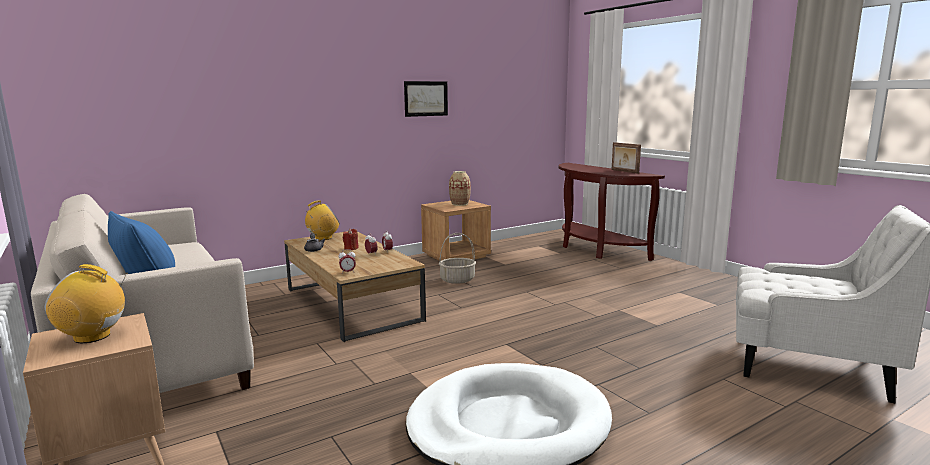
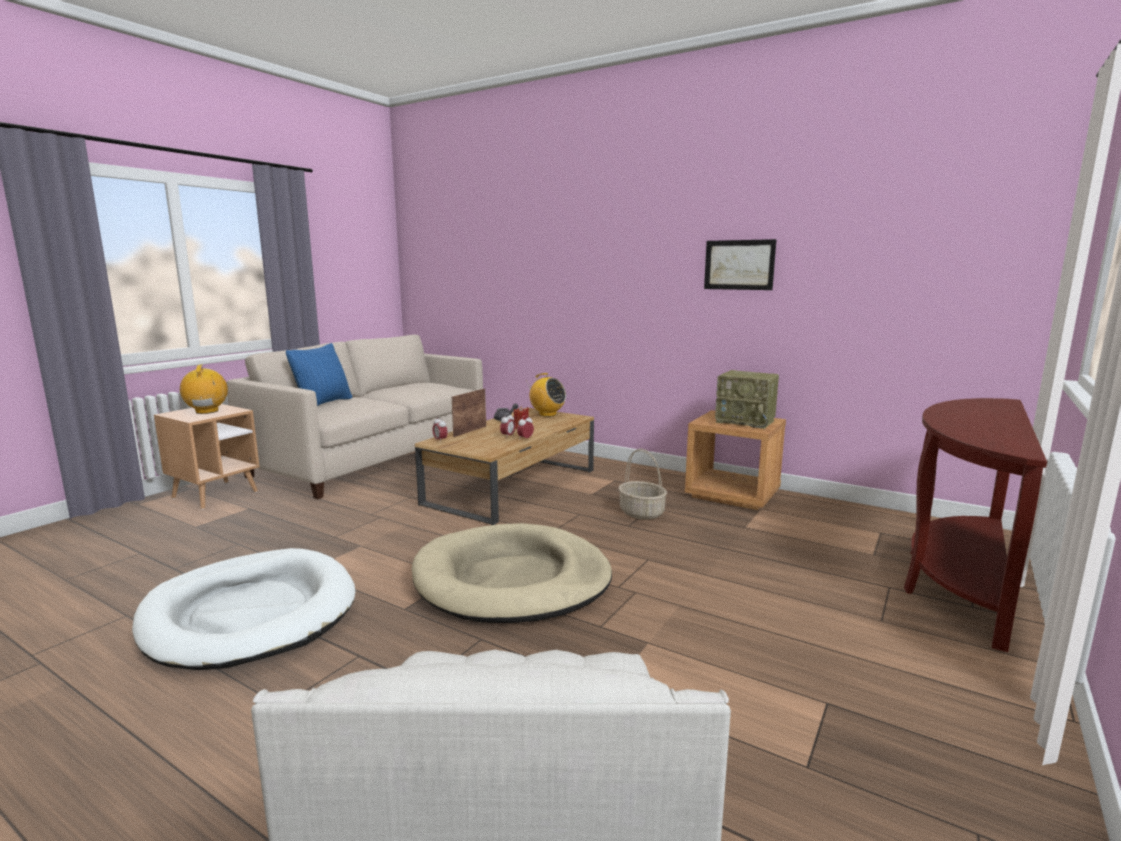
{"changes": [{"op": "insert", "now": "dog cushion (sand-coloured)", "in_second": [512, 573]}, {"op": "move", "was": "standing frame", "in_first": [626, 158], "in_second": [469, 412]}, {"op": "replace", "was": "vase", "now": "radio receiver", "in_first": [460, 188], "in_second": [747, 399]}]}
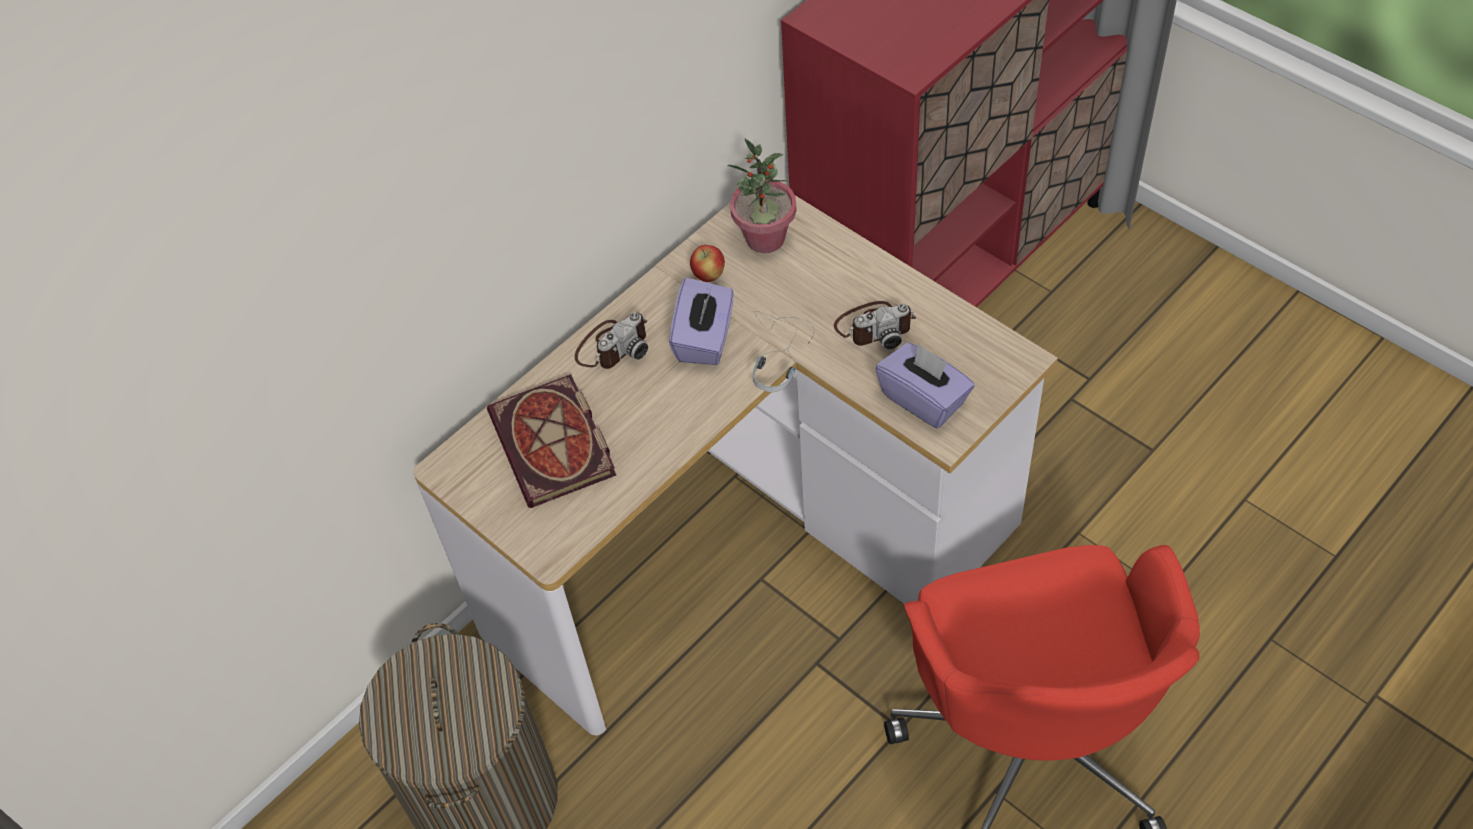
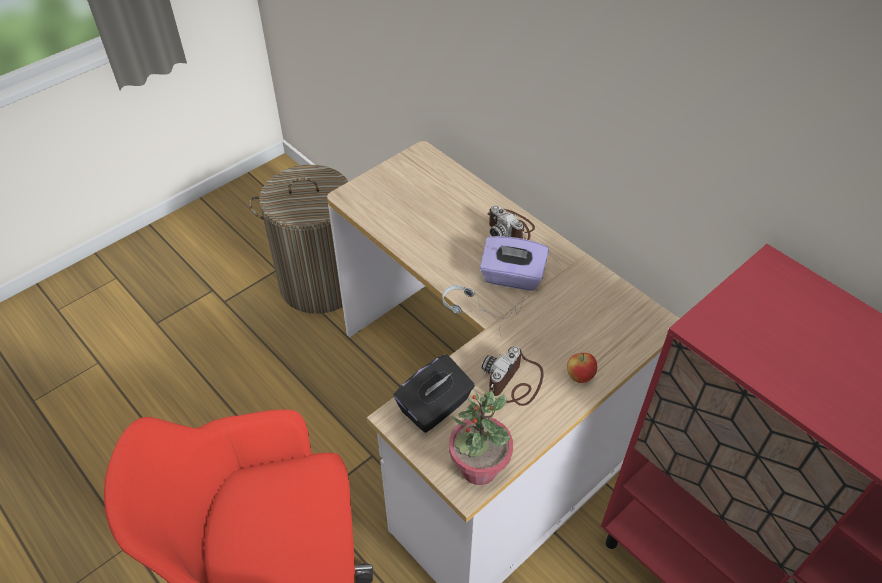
{"changes": [{"op": "delete", "was": "volume", "in_first": [551, 441]}, {"op": "move", "was": "whole apple", "in_first": [707, 263], "in_second": [582, 368]}, {"op": "move", "was": "potted plant", "in_first": [762, 195], "in_second": [481, 438]}, {"op": "recolor", "was": "box of tissues (purplish)", "now": "box of tissues (black)", "in_first": [925, 385], "in_second": [434, 393]}, {"op": "rotate", "was": "photo camera", "in_first": [875, 325], "in_second": [513, 376], "clockwise": 45}]}
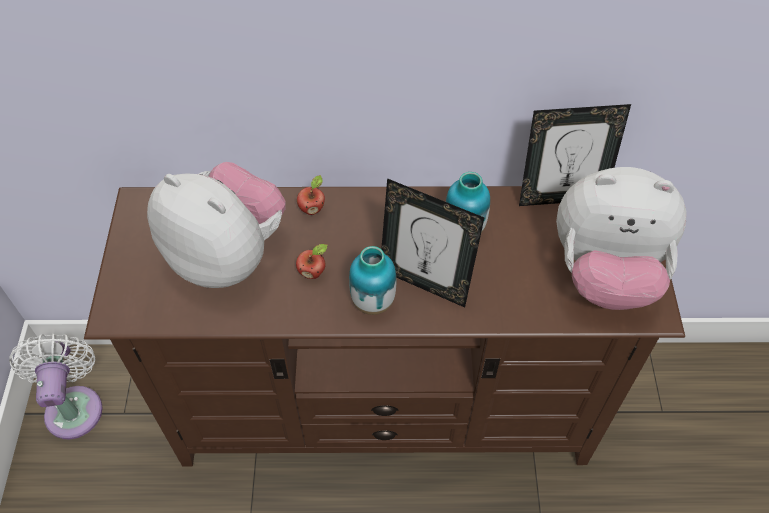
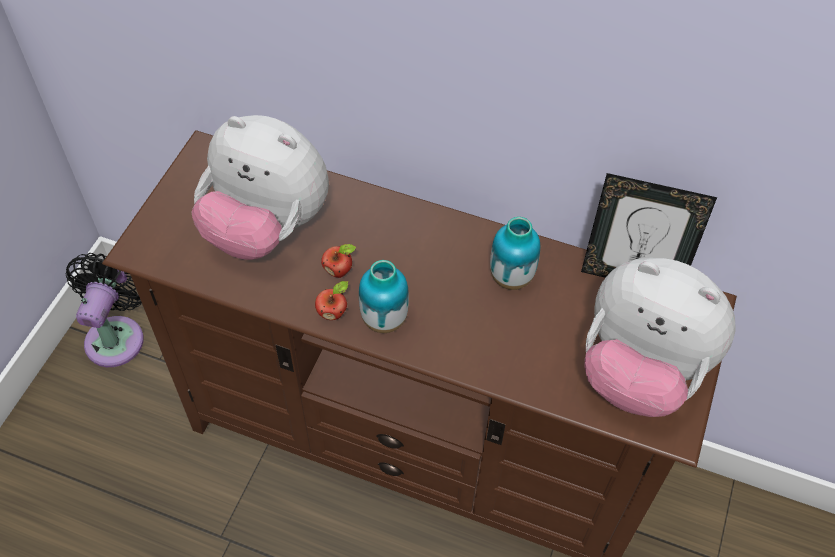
{"changes": [{"op": "delete", "was": "standing frame", "in_first": [432, 243]}, {"op": "move", "was": "whole apple", "in_first": [311, 195], "in_second": [331, 300]}, {"op": "recolor", "was": "fan (white-coloured)", "now": "fan (black)", "in_first": [56, 386], "in_second": [105, 310]}, {"op": "rotate", "was": "soft toy", "in_first": [216, 225], "in_second": [260, 187], "clockwise": 150}]}
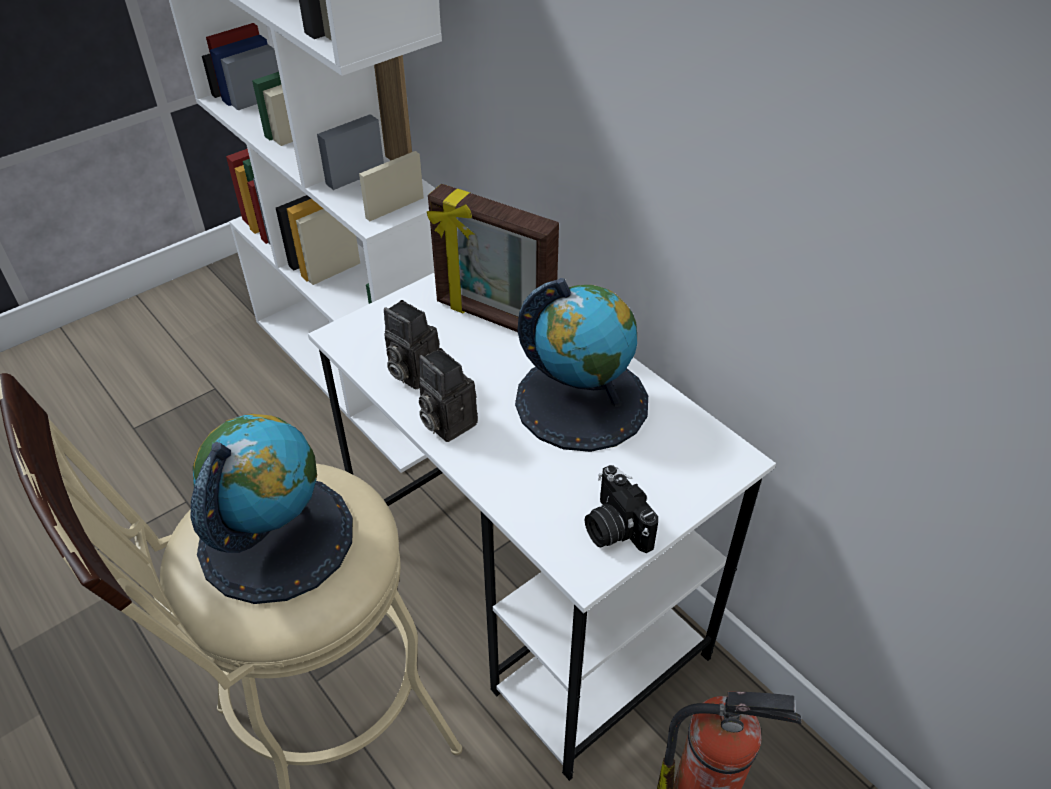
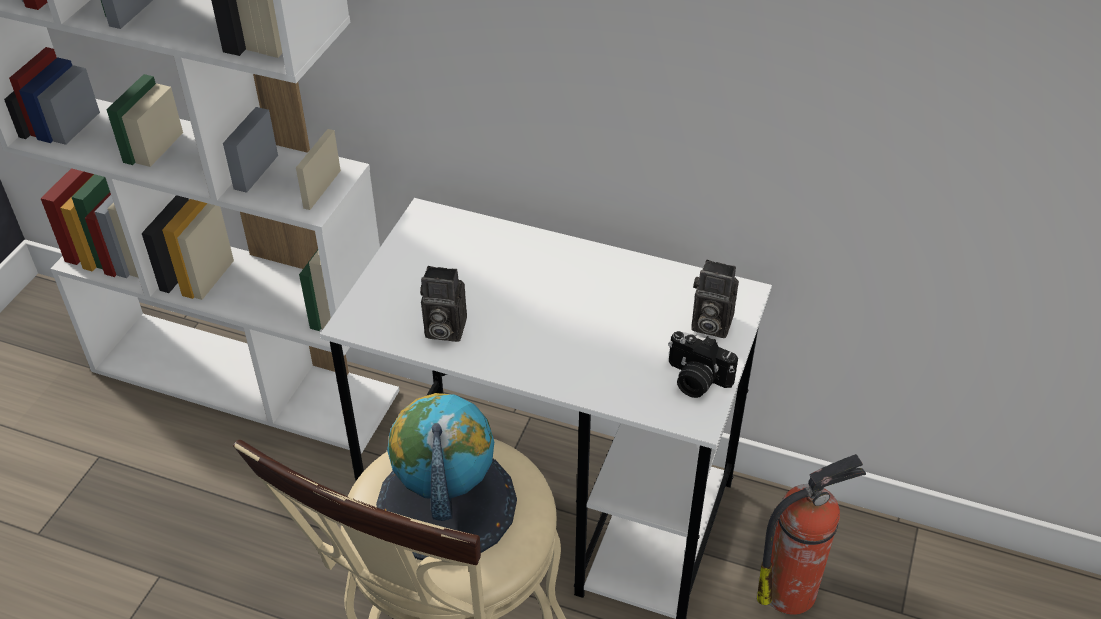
{"changes": [{"op": "delete", "was": "standing frame", "in_first": [493, 258]}, {"op": "delete", "was": "globe", "in_first": [581, 365]}, {"op": "move", "was": "photo camera", "in_first": [448, 395], "in_second": [715, 299]}]}
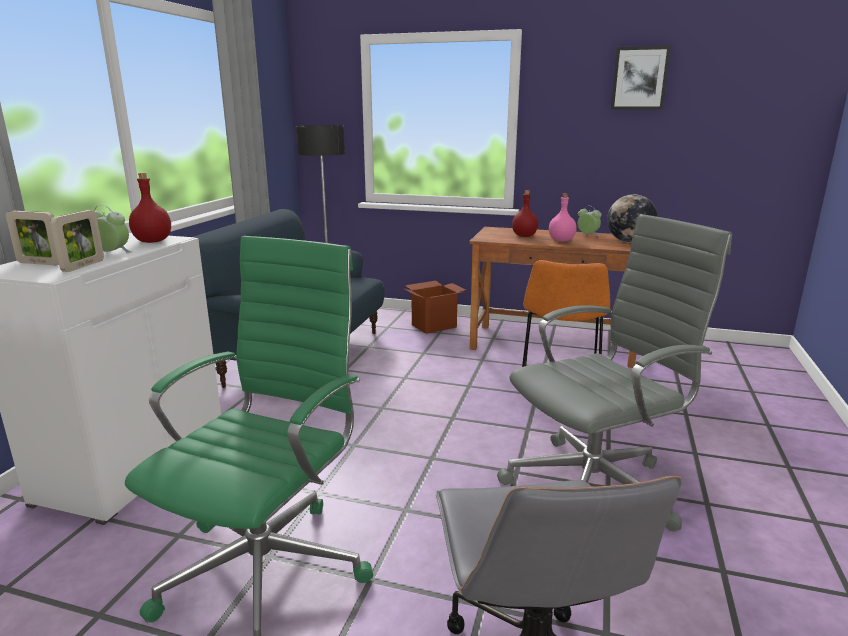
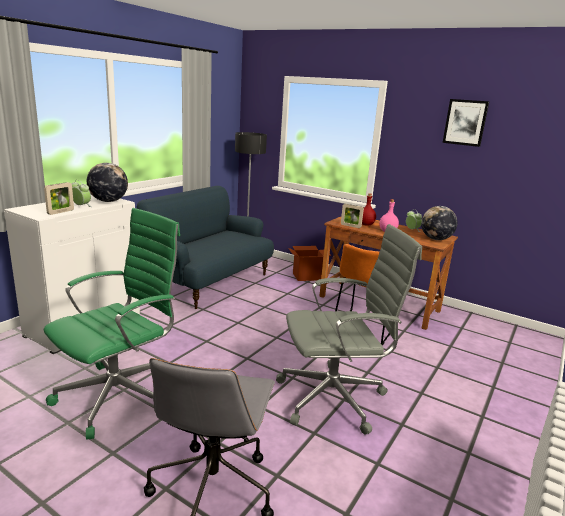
{"changes": [{"op": "move", "was": "standing frame", "in_first": [32, 238], "in_second": [352, 216]}, {"op": "replace", "was": "beverage bottle (red-coloured)", "now": "globe", "in_first": [150, 208], "in_second": [107, 182]}]}
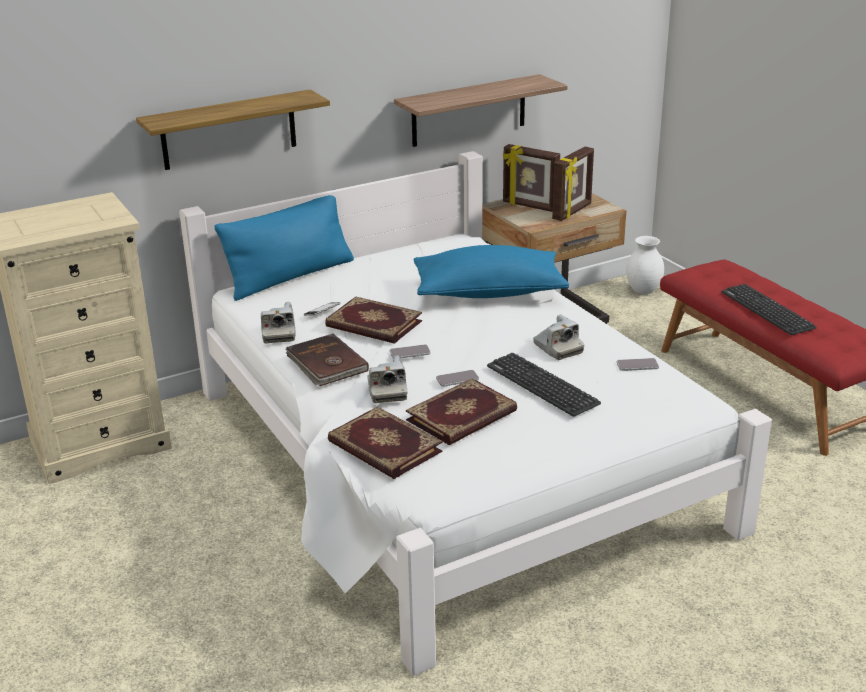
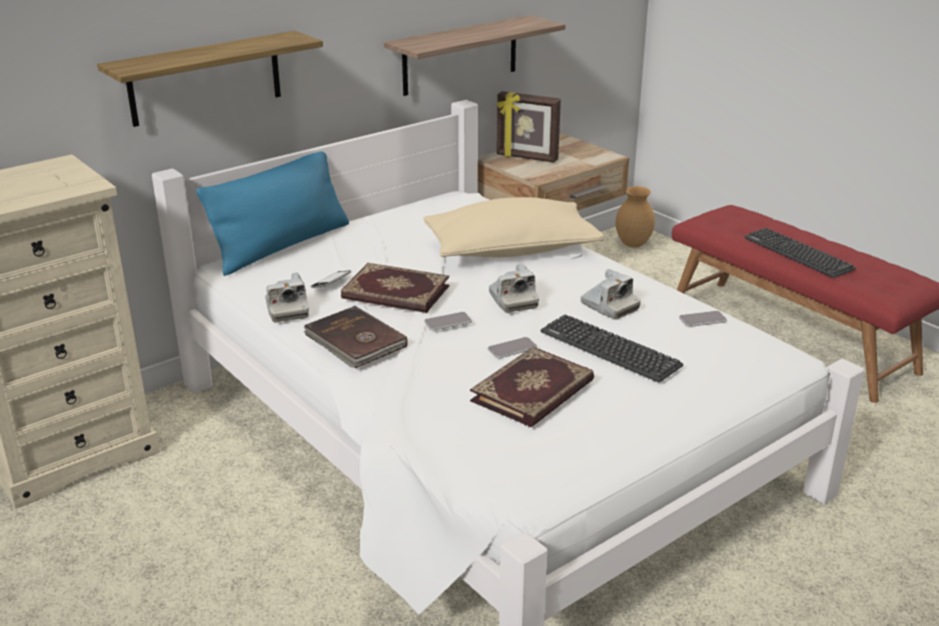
{"changes": [{"op": "delete", "was": "volume", "in_first": [385, 443]}, {"op": "delete", "was": "standing frame", "in_first": [573, 184]}, {"op": "move", "was": "photo camera", "in_first": [387, 379], "in_second": [514, 288]}, {"op": "recolor", "was": "throw pillow (blue-coloured)", "now": "throw pillow (sand-coloured)", "in_first": [491, 271], "in_second": [513, 227]}, {"op": "recolor", "was": "vase (white-coloured)", "now": "vase (brown-coloured)", "in_first": [645, 265], "in_second": [635, 216]}]}
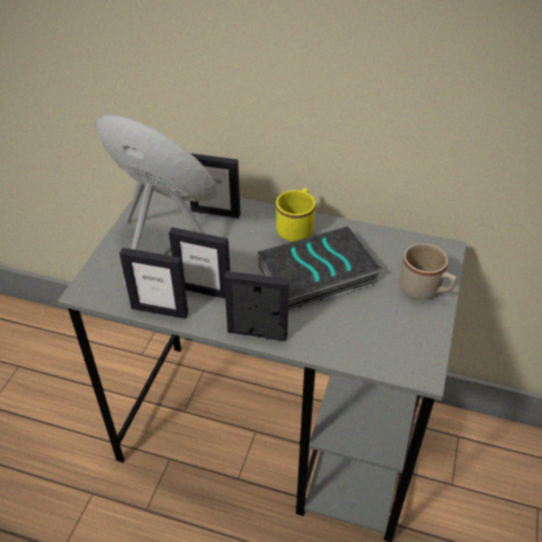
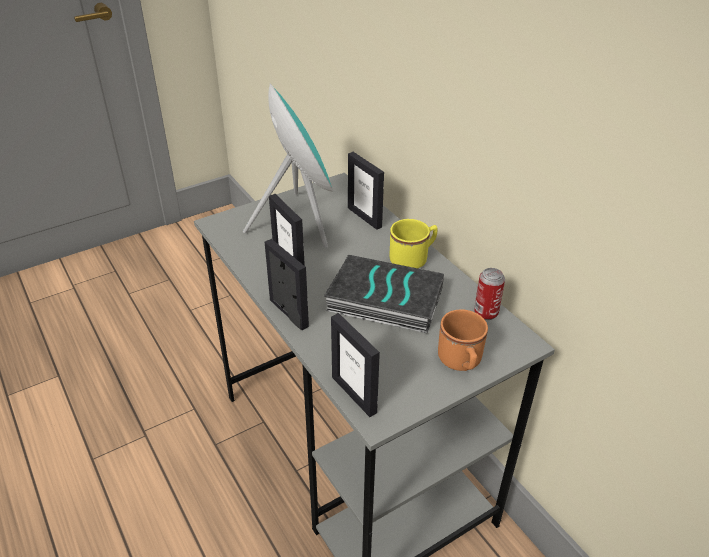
{"changes": [{"op": "insert", "now": "sealed can", "in_second": [489, 294]}, {"op": "move", "was": "standing frame", "in_first": [153, 283], "in_second": [355, 365]}, {"op": "recolor", "was": "tea mug (sand-coloured)", "now": "tea mug (orangey)", "in_first": [428, 271], "in_second": [463, 340]}]}
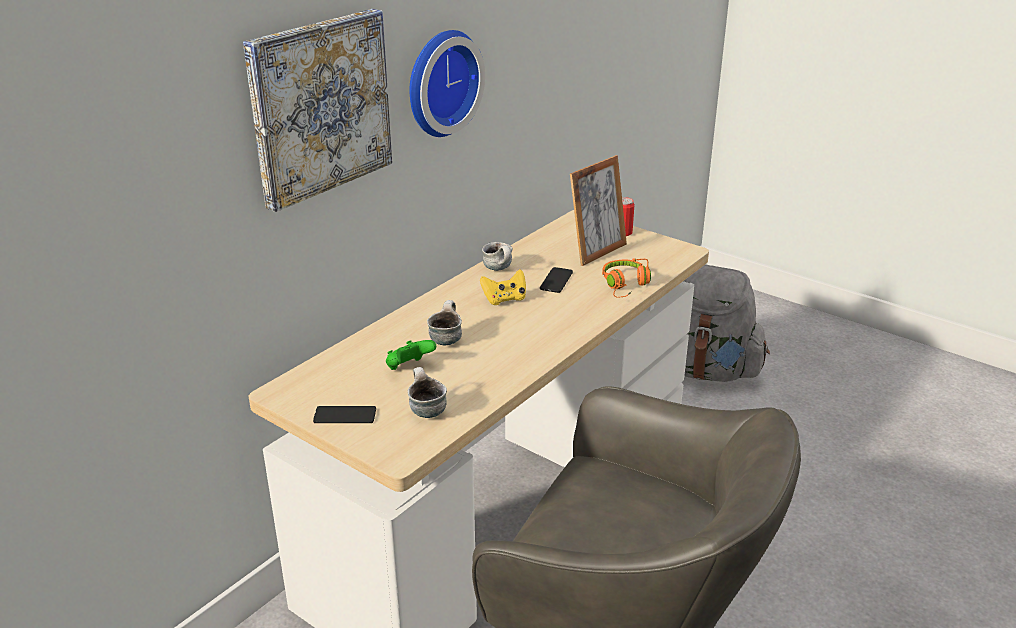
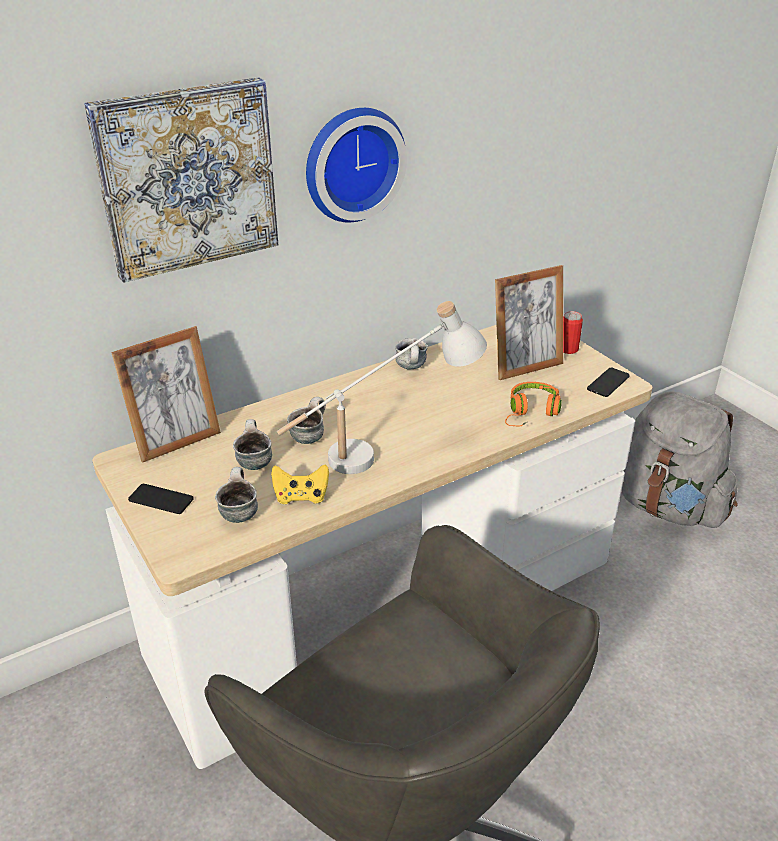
{"changes": [{"op": "insert", "now": "standing frame", "in_second": [166, 394]}, {"op": "insert", "now": "table lamp (white-coloured)", "in_second": [381, 387]}, {"op": "move", "was": "joypad (yellow-coloured)", "in_first": [503, 287], "in_second": [300, 484]}, {"op": "move", "was": "telephone", "in_first": [556, 280], "in_second": [608, 382]}, {"op": "replace", "was": "joypad (green)", "now": "tea mug", "in_first": [411, 355], "in_second": [252, 444]}]}
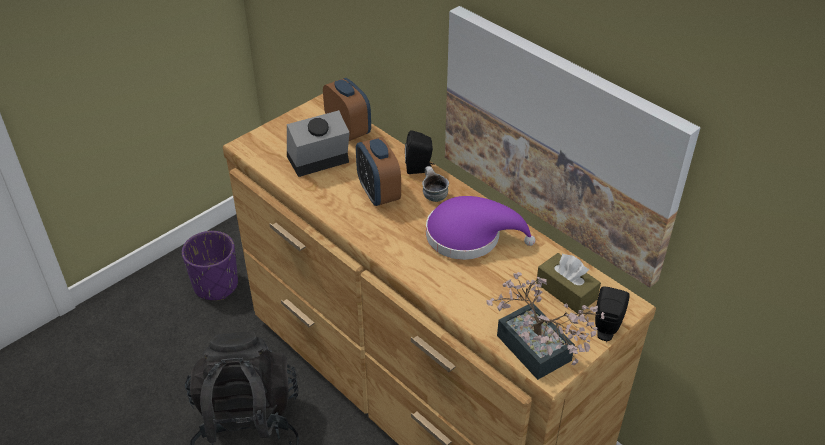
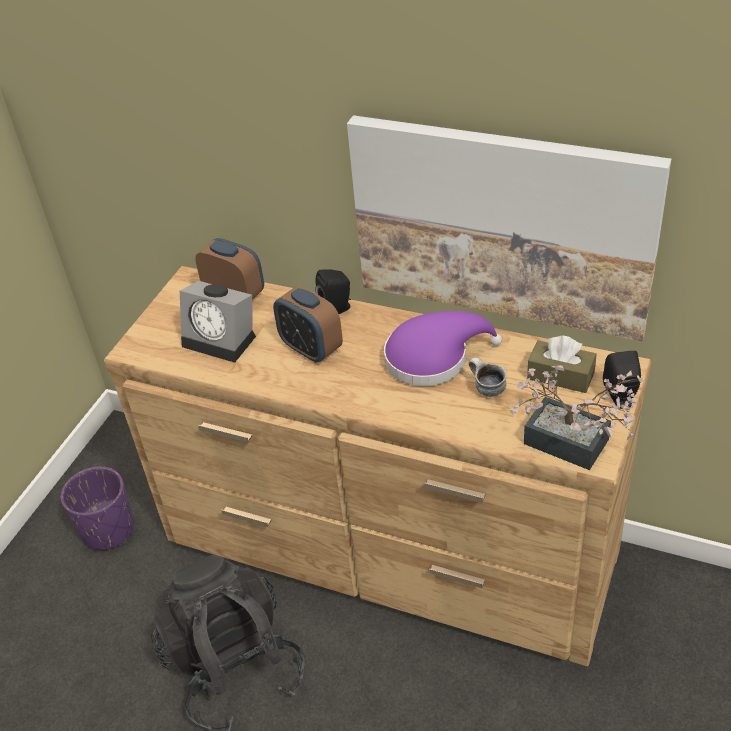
{"changes": [{"op": "move", "was": "tea mug", "in_first": [435, 184], "in_second": [488, 377]}, {"op": "rotate", "was": "table clock", "in_first": [318, 143], "in_second": [218, 322], "clockwise": -105}]}
